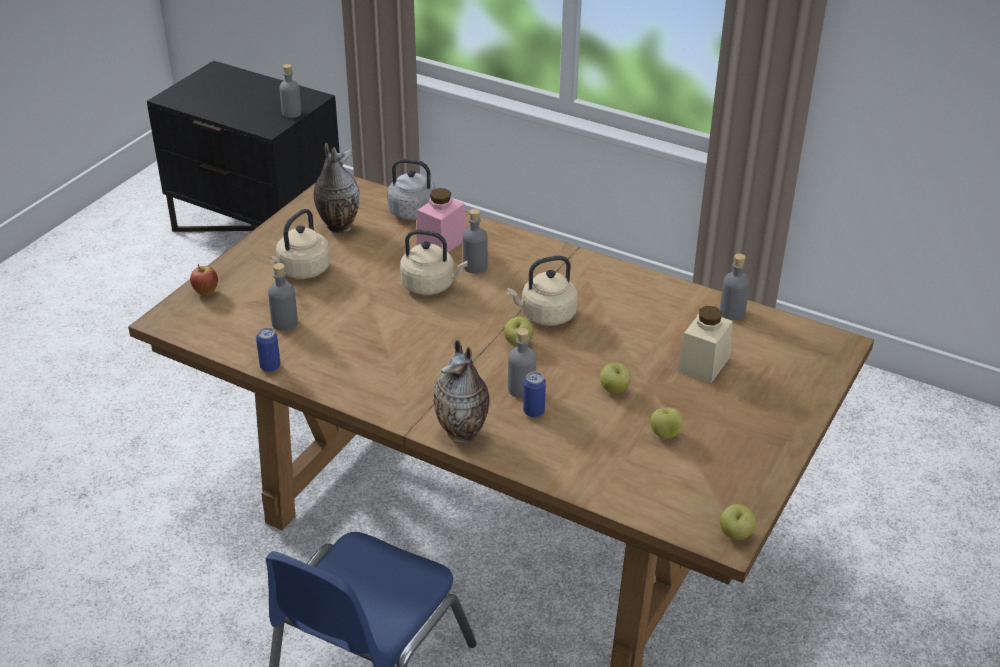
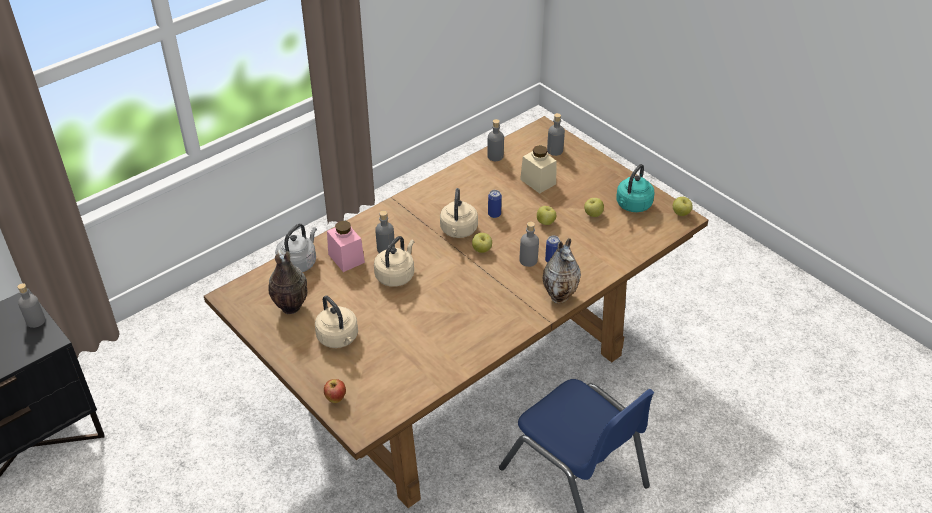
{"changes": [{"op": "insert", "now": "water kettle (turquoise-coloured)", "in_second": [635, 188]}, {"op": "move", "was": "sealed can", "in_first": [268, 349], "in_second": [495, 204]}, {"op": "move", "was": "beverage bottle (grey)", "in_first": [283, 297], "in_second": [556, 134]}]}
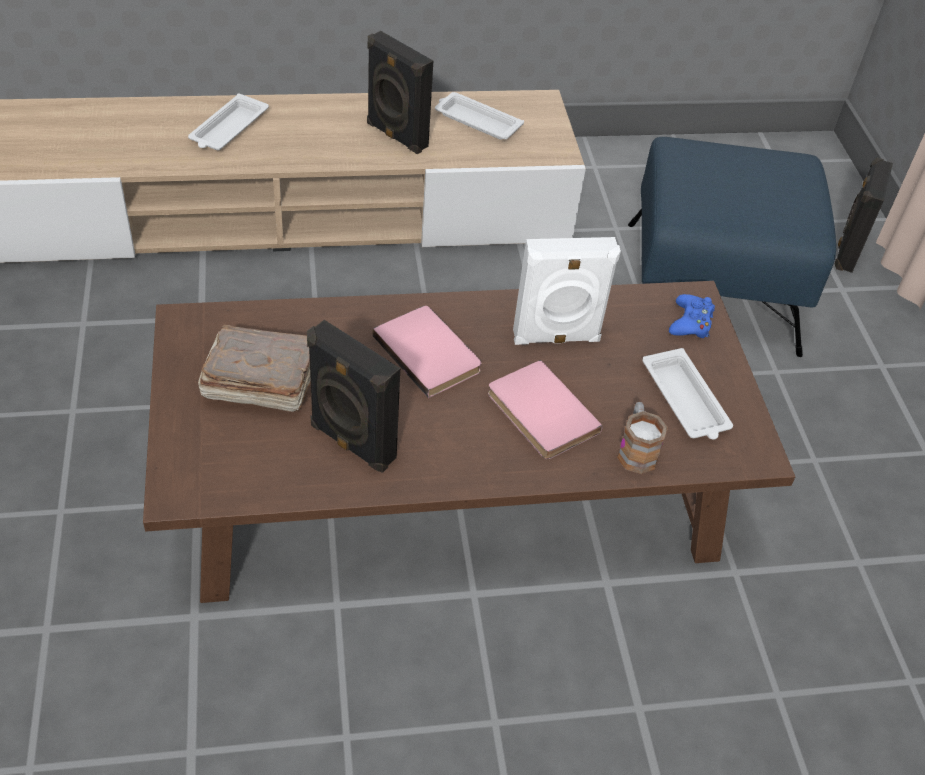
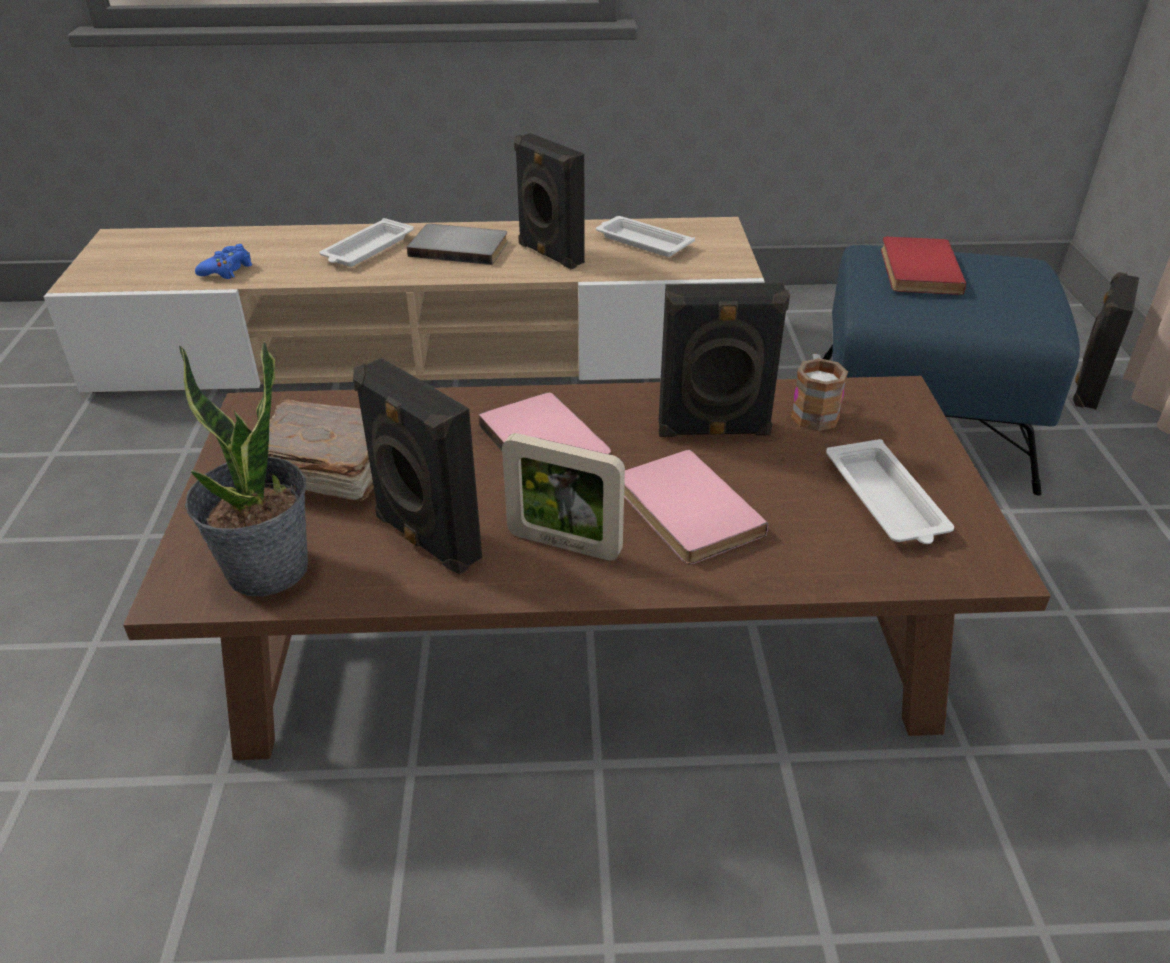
{"changes": [{"op": "insert", "now": "potted plant", "in_second": [243, 469]}, {"op": "insert", "now": "volume (grey)", "in_second": [457, 244]}, {"op": "insert", "now": "standing frame", "in_second": [563, 497]}, {"op": "insert", "now": "volume (red-coloured)", "in_second": [923, 266]}, {"op": "move", "was": "tea mug", "in_first": [642, 438], "in_second": [819, 392]}, {"op": "move", "was": "joypad (blue-coloured)", "in_first": [692, 316], "in_second": [223, 261]}, {"op": "recolor", "was": "audio speaker (white-coloured)", "now": "audio speaker (black)", "in_first": [567, 291], "in_second": [724, 360]}]}
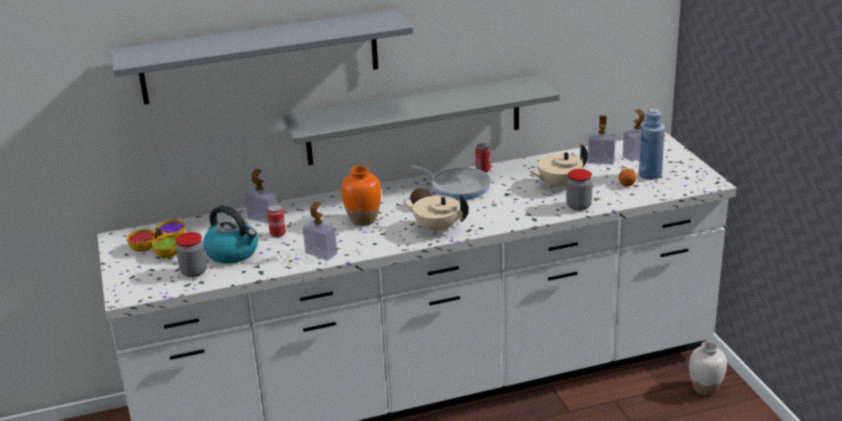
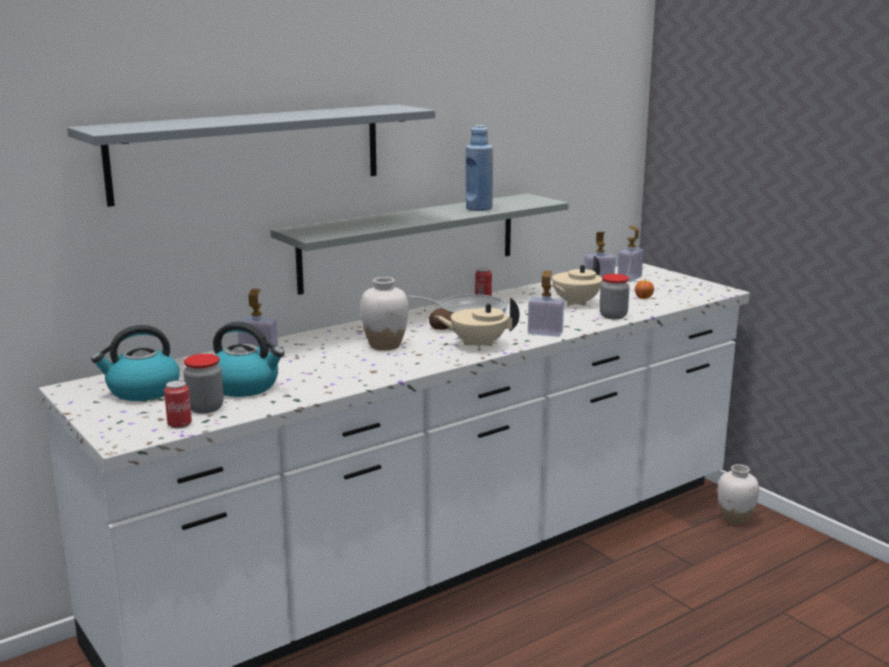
{"changes": [{"op": "move", "was": "sealed can", "in_first": [276, 221], "in_second": [178, 404]}, {"op": "move", "was": "soap bottle", "in_first": [320, 230], "in_second": [546, 304]}, {"op": "move", "was": "beverage bottle (blue-coloured)", "in_first": [652, 144], "in_second": [479, 168]}, {"op": "replace", "was": "bowl", "now": "water kettle", "in_first": [156, 239], "in_second": [135, 363]}, {"op": "recolor", "was": "vase (orangey)", "now": "vase (white-coloured)", "in_first": [361, 196], "in_second": [384, 313]}]}
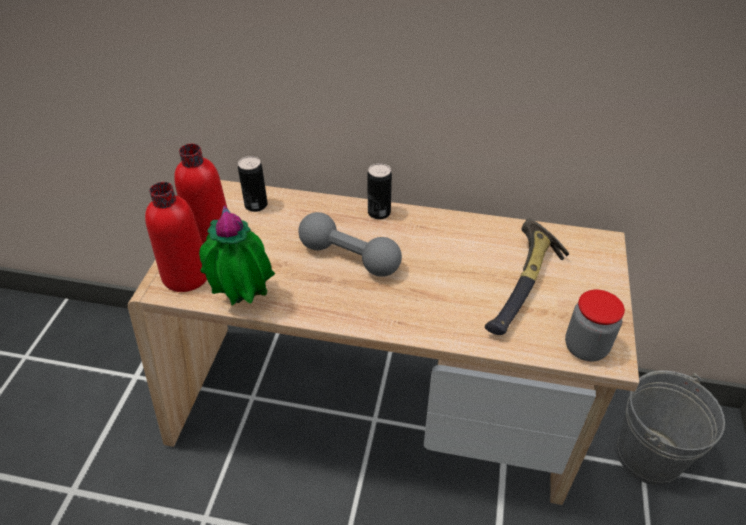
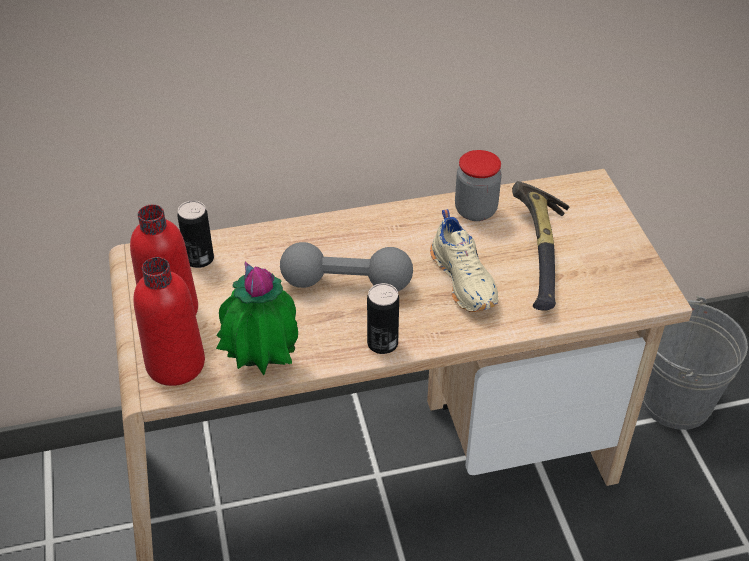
{"changes": [{"op": "insert", "now": "shoe (sand-coloured)", "in_second": [464, 260]}, {"op": "move", "was": "sealed can", "in_first": [379, 191], "in_second": [383, 318]}, {"op": "move", "was": "storage jar", "in_first": [595, 326], "in_second": [478, 185]}]}
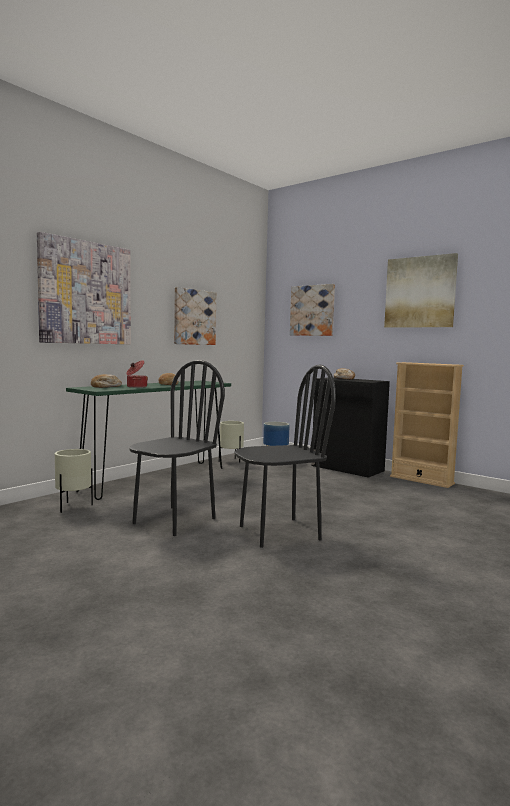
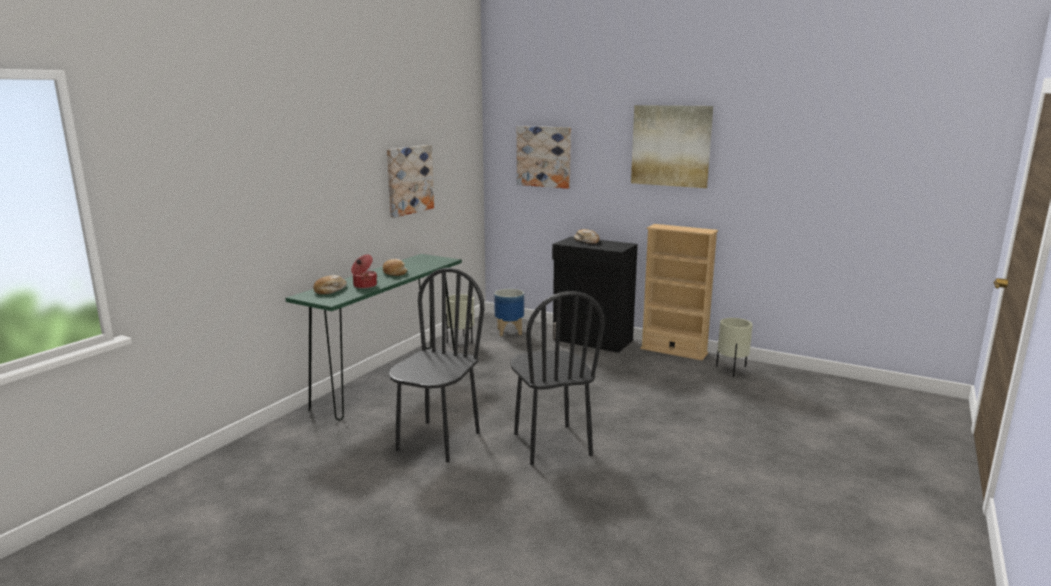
{"changes": [{"op": "delete", "was": "wall art", "in_first": [84, 288]}, {"op": "move", "was": "plant pot (sand-coloured)", "in_first": [74, 481], "in_second": [734, 347]}, {"op": "rotate", "was": "upright chair (black)", "in_first": [285, 456], "in_second": [557, 378], "clockwise": 105}]}
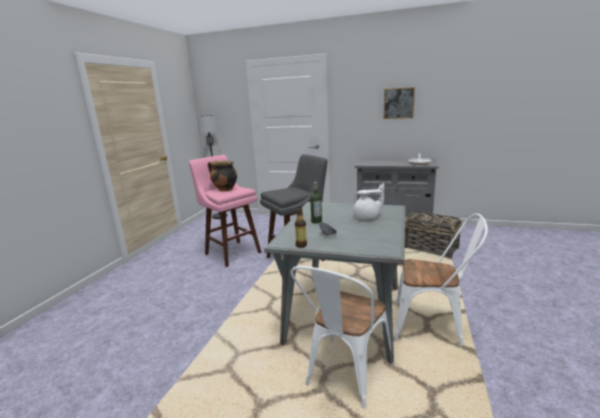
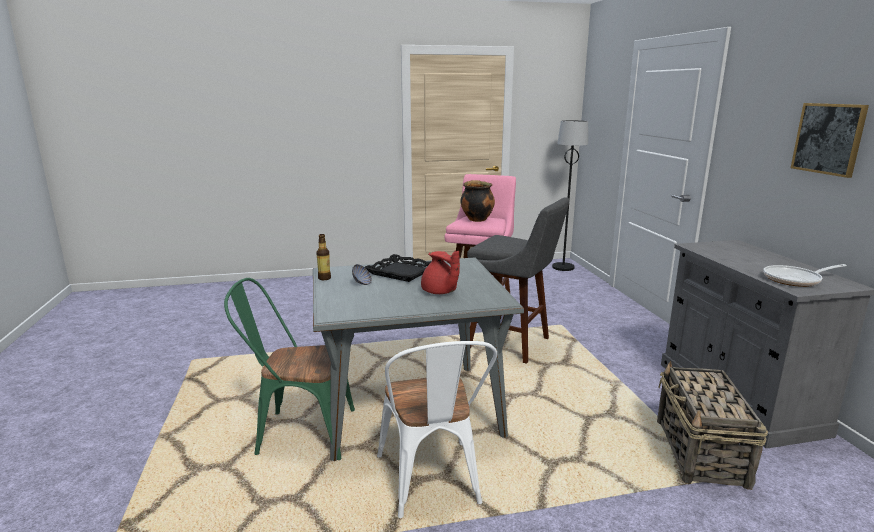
{"changes": [{"op": "replace", "was": "beverage bottle", "now": "tray (black)", "in_first": [316, 203], "in_second": [398, 268]}, {"op": "recolor", "was": "upright chair (white-coloured)", "now": "upright chair (green)", "in_first": [340, 337], "in_second": [289, 369]}, {"op": "recolor", "was": "teapot (white-coloured)", "now": "teapot (red-coloured)", "in_first": [368, 201], "in_second": [440, 272]}]}
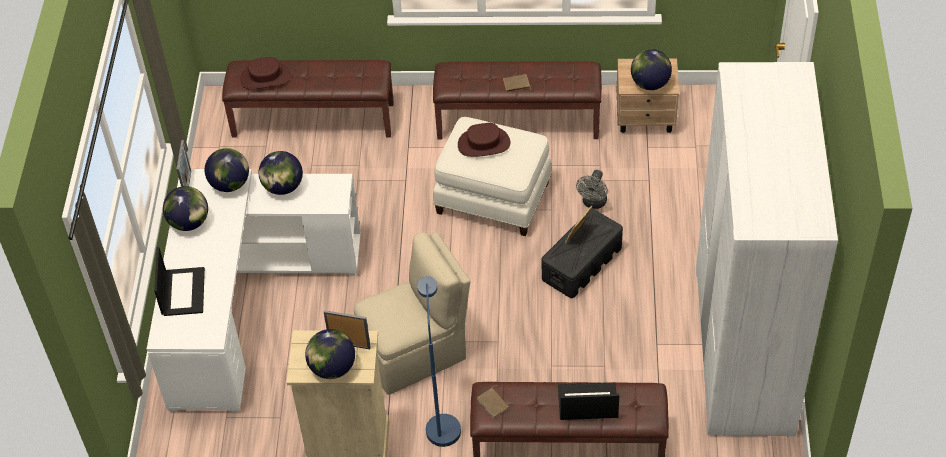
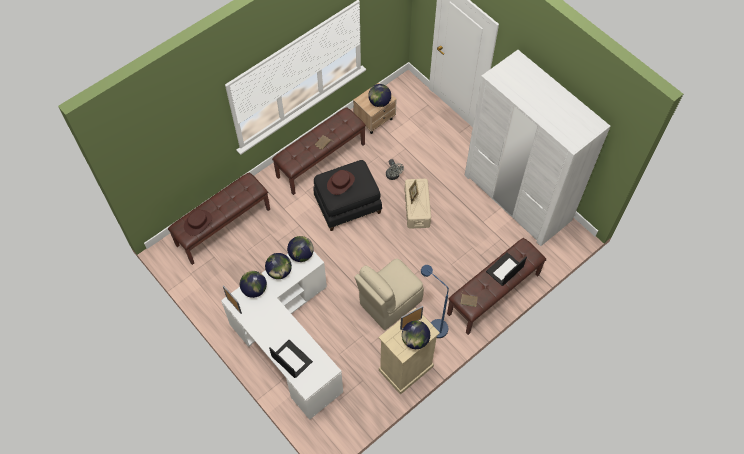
{"changes": [{"op": "move", "was": "globe", "in_first": [185, 208], "in_second": [300, 249]}, {"op": "recolor", "was": "ottoman (white-coloured)", "now": "ottoman (black)", "in_first": [492, 176], "in_second": [347, 195]}, {"op": "recolor", "was": "storage box (black)", "now": "storage box (sand-coloured)", "in_first": [582, 253], "in_second": [418, 204]}, {"op": "rotate", "was": "upright chair (sand-coloured)", "in_first": [411, 313], "in_second": [389, 294], "clockwise": -150}]}
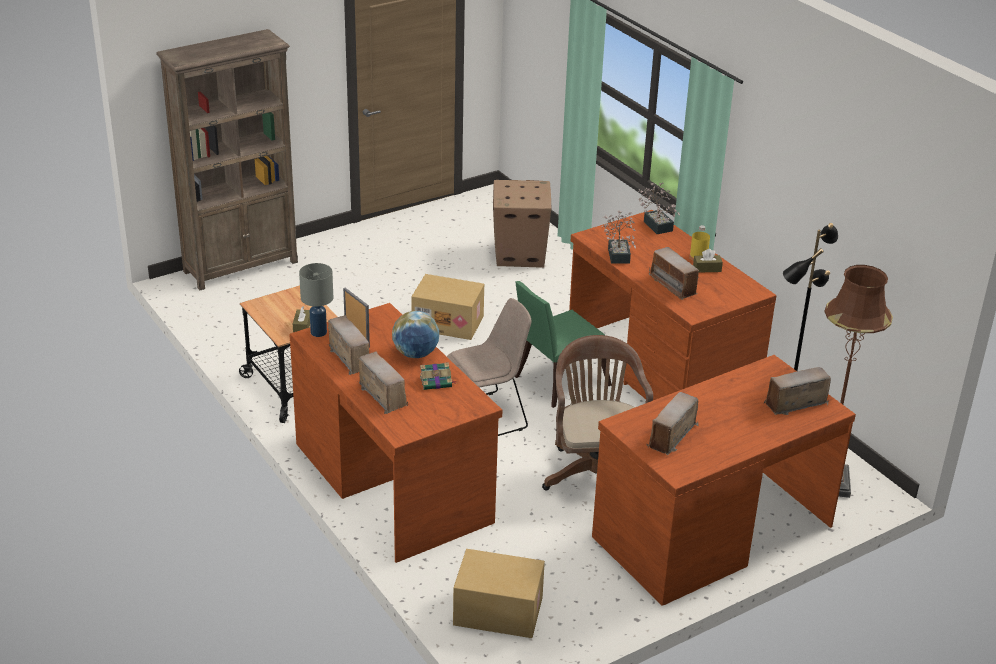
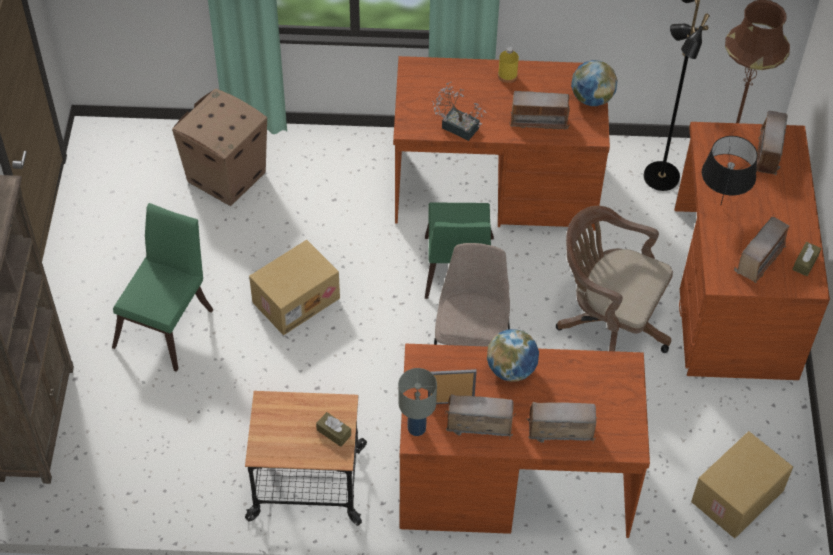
{"changes": [{"op": "delete", "was": "volume", "in_first": [438, 376]}, {"op": "delete", "was": "potted plant", "in_first": [659, 208]}, {"op": "insert", "now": "upright chair (green)", "in_second": [162, 287]}, {"op": "insert", "now": "globe", "in_second": [594, 83]}, {"op": "insert", "now": "table lamp (black)", "in_second": [729, 171]}, {"op": "move", "was": "box of tissues (brown-coloured)", "in_first": [708, 261], "in_second": [806, 259]}, {"op": "rotate", "was": "radio receiver", "in_first": [673, 423], "in_second": [762, 249], "clockwise": -120}]}
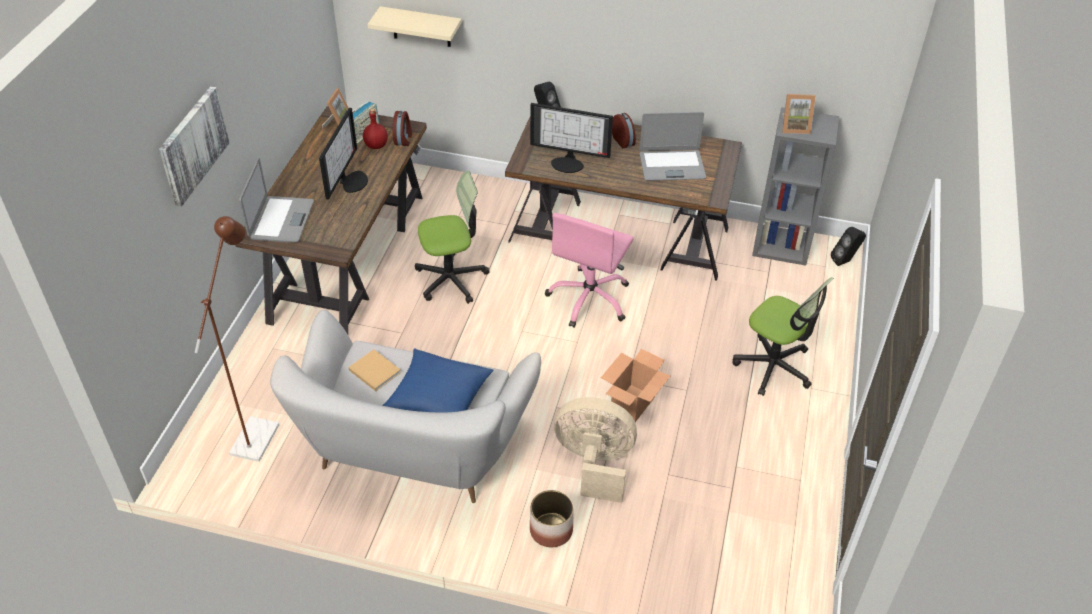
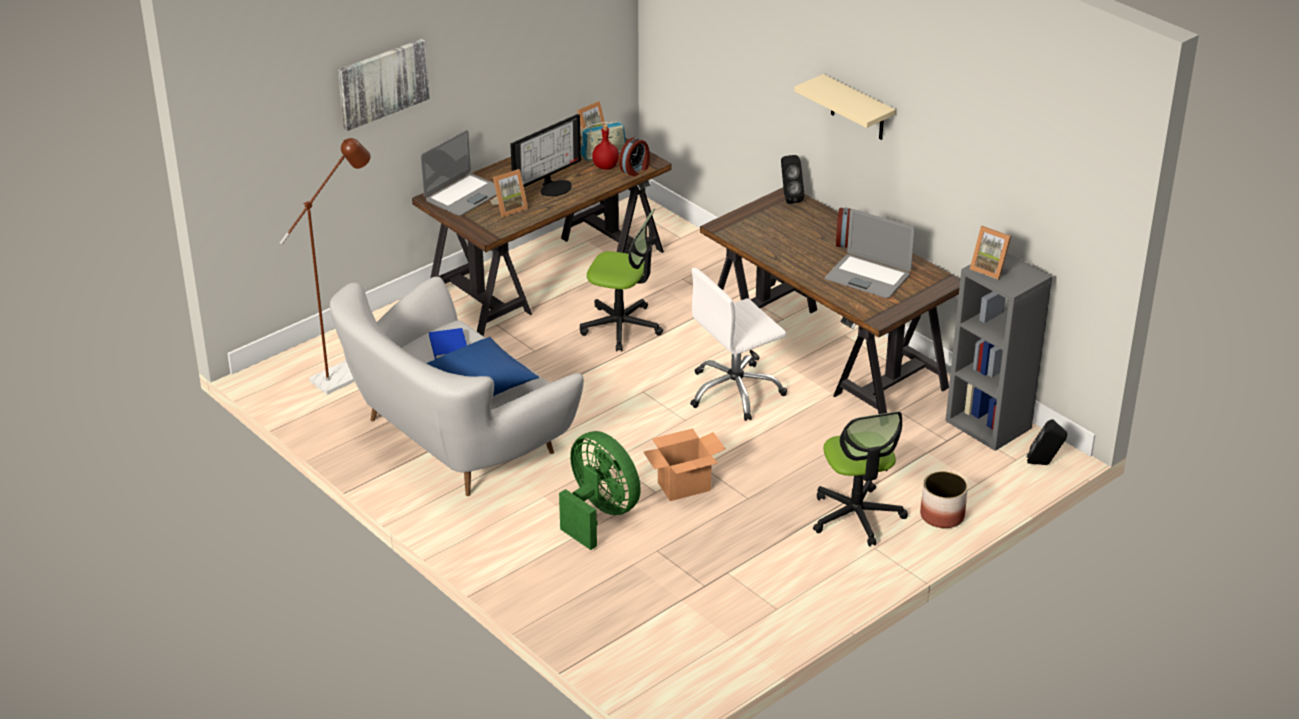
{"changes": [{"op": "delete", "was": "computer screen", "in_first": [571, 138]}, {"op": "insert", "now": "standing frame", "in_second": [509, 193]}, {"op": "move", "was": "wall shelf (sand-coloured)", "in_first": [415, 26], "in_second": [845, 107]}, {"op": "move", "was": "plant pot", "in_first": [552, 518], "in_second": [944, 499]}, {"op": "recolor", "was": "volume (sand-coloured)", "now": "volume (blue-coloured)", "in_first": [374, 370], "in_second": [448, 343]}, {"op": "recolor", "was": "desk chair (pinkish)", "now": "desk chair (white-coloured)", "in_first": [589, 270], "in_second": [738, 344]}, {"op": "recolor", "was": "fan (sand-coloured)", "now": "fan (green)", "in_first": [595, 450], "in_second": [600, 490]}]}
